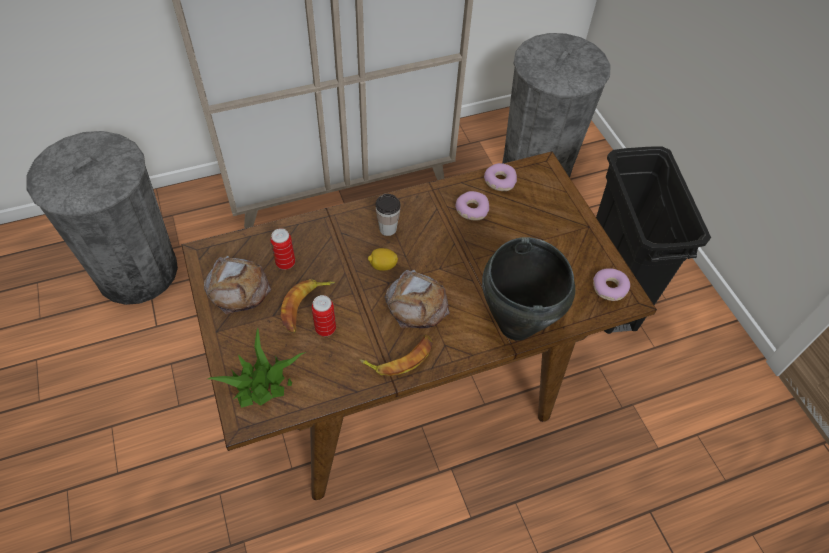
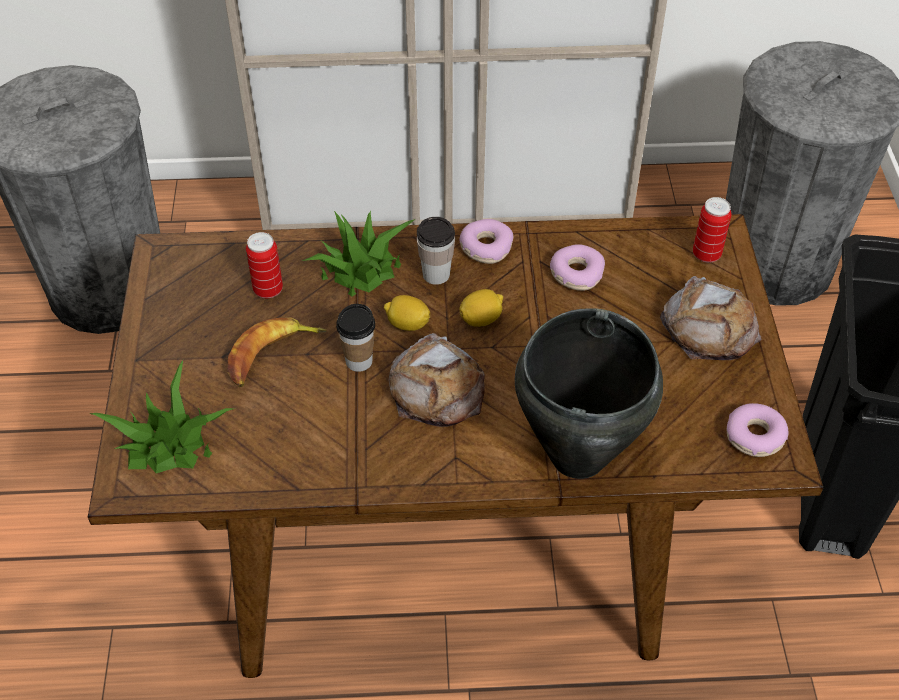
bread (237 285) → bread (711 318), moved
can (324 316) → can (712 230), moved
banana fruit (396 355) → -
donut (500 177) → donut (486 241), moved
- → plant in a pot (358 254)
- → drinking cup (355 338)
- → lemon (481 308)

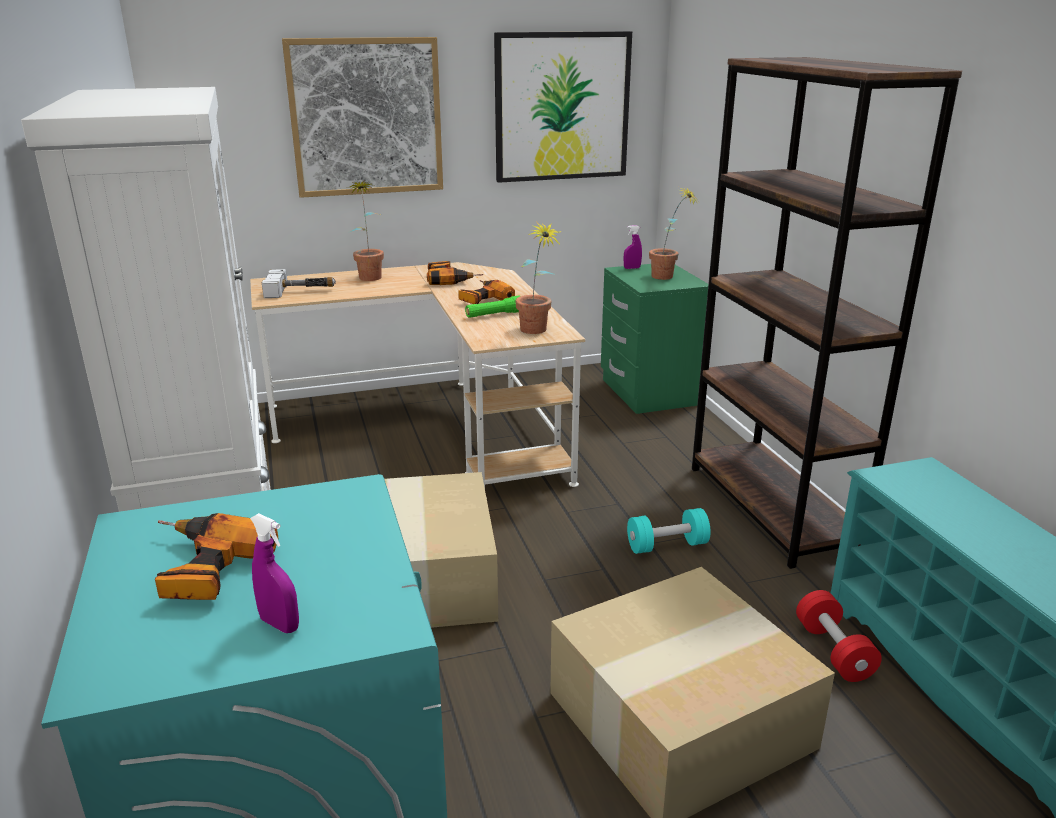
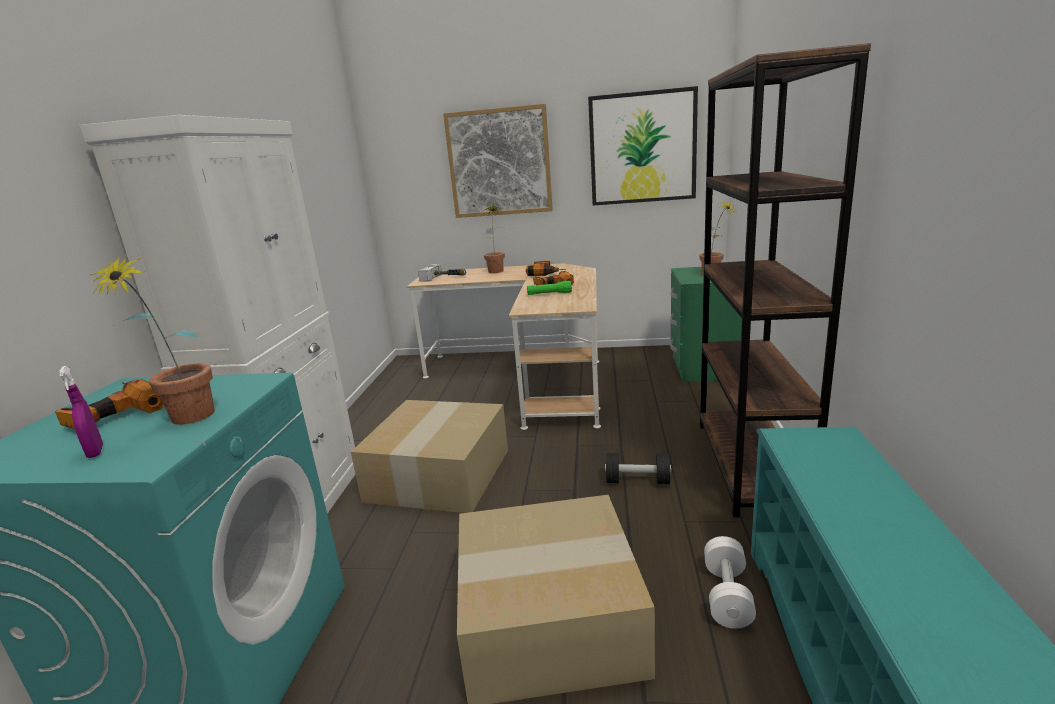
plant in a pot (538 277) → plant in a pot (153 339), moved
purple-coloured sprayer (633 247) → -
blue-green free weight (668 531) → black free weight (638 468)
red-coloured free weight (839 636) → white free weight (730 582)

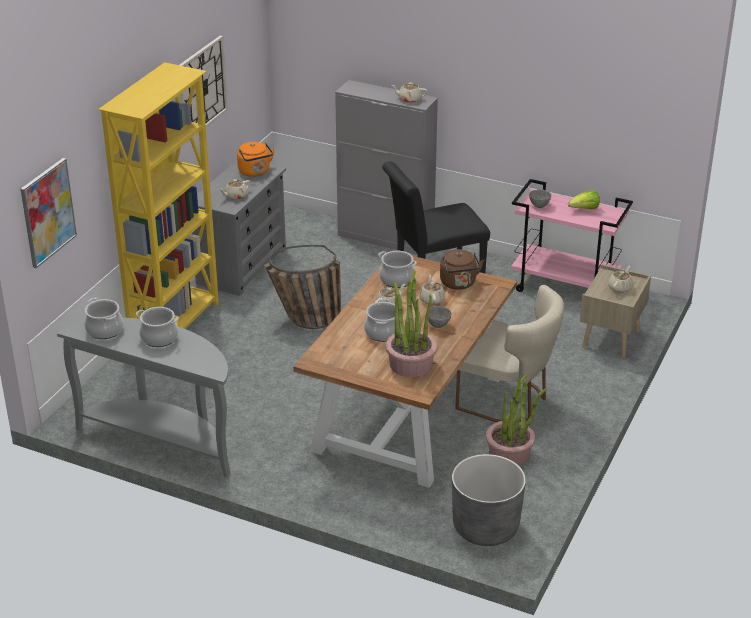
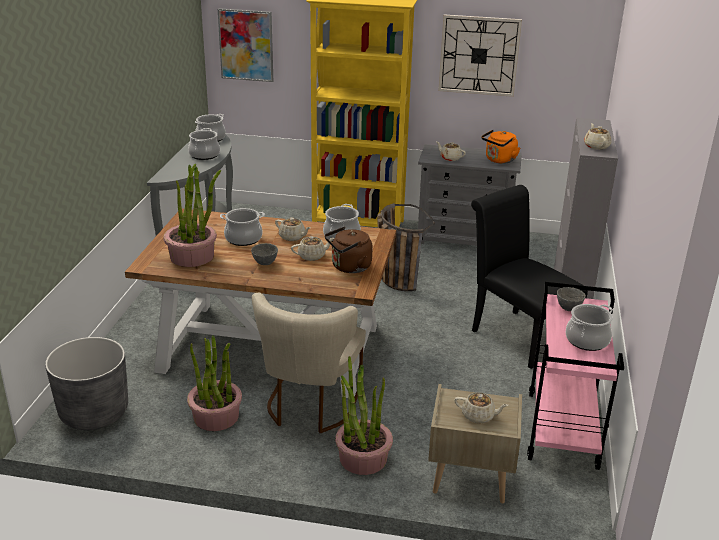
lettuce head (584 199) → saucepot (589 327)
- → plant in a pot (364 415)

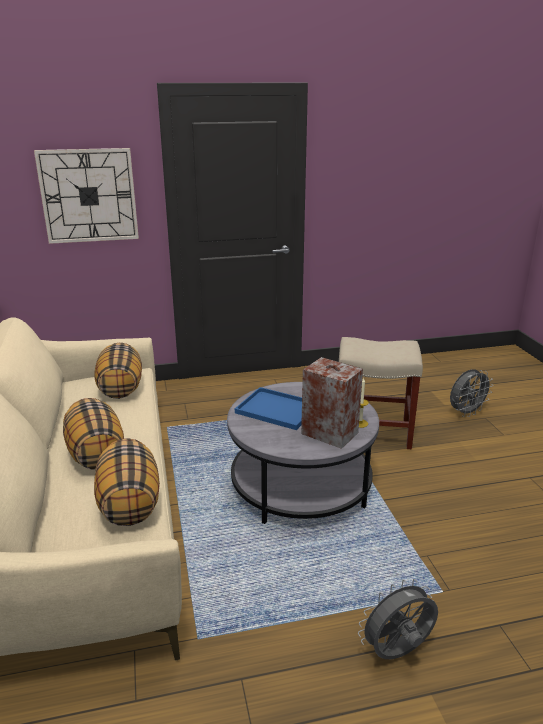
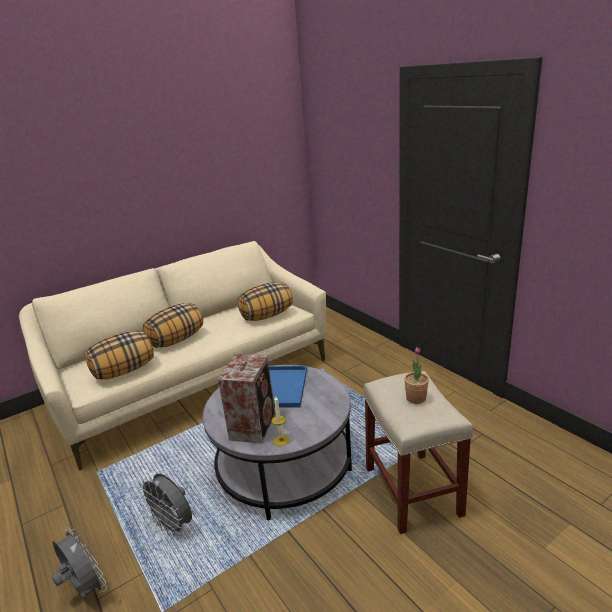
wall clock (86 196) → -
greyish fan (472 393) → greyish fan (165 505), moved
- → plant in a pot (416 375)

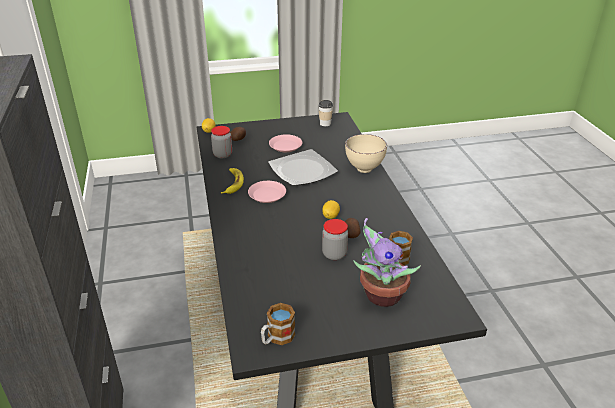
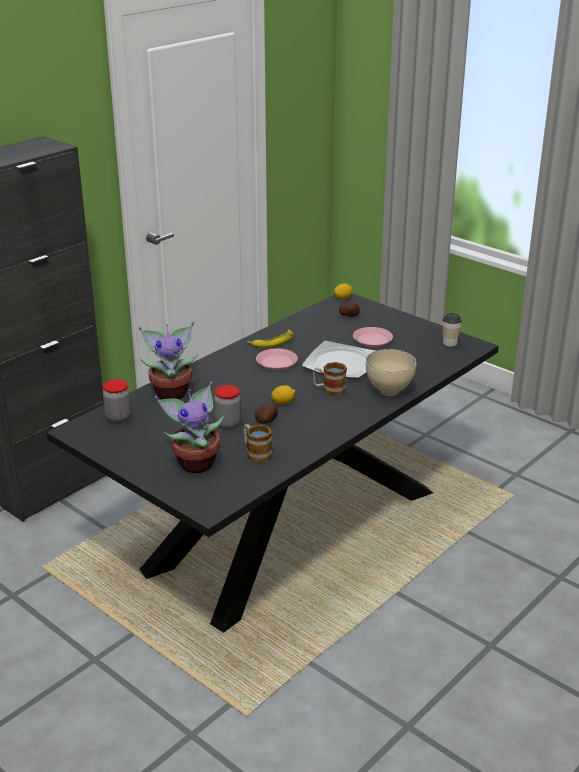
jar (221 142) → jar (117 400), moved
tea mug (278 324) → tea mug (330 379), moved
- → plant in a pot (168 360)

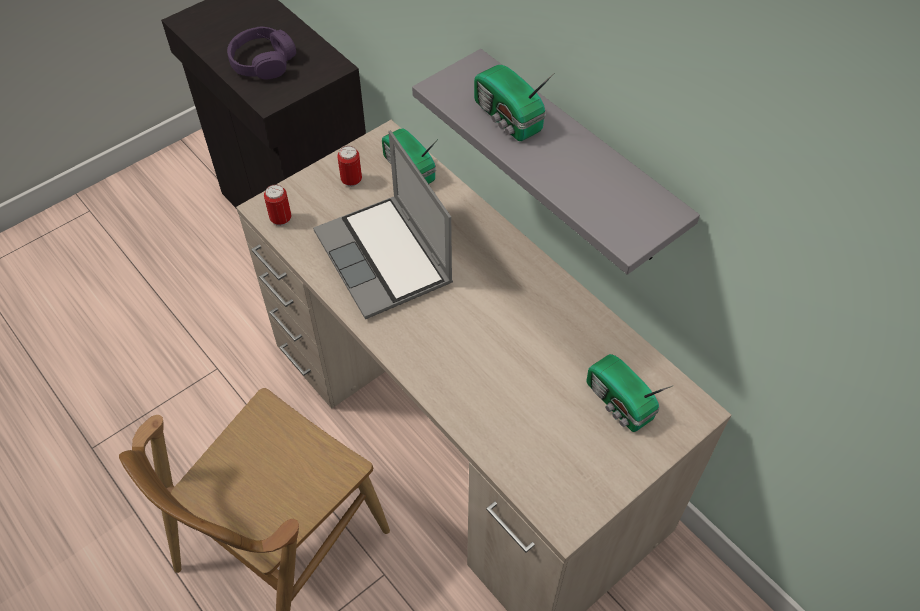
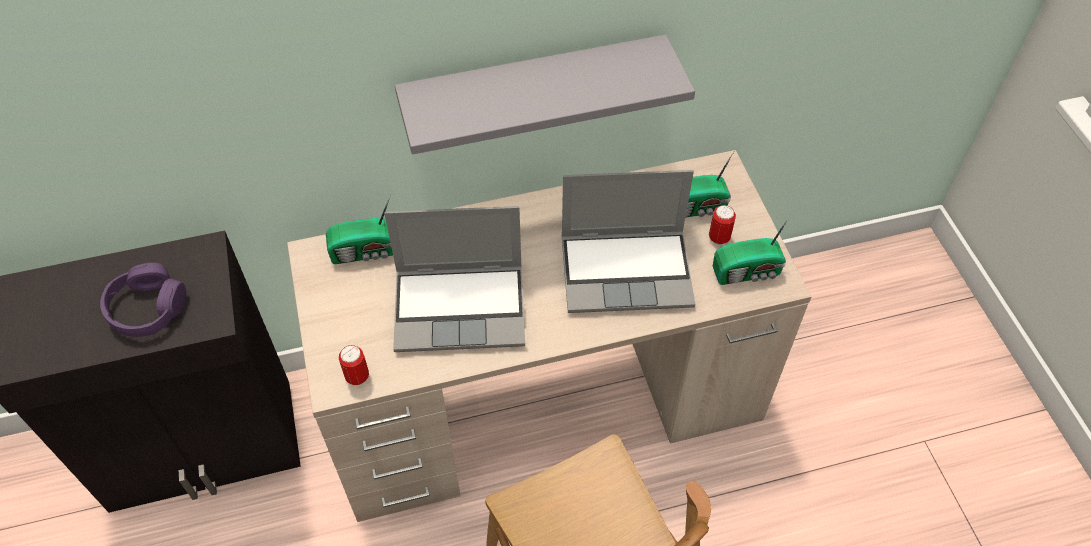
can (349 166) → can (722 225), moved
radio receiver (514 103) → radio receiver (752 249), moved
- → portable computer (628 241)

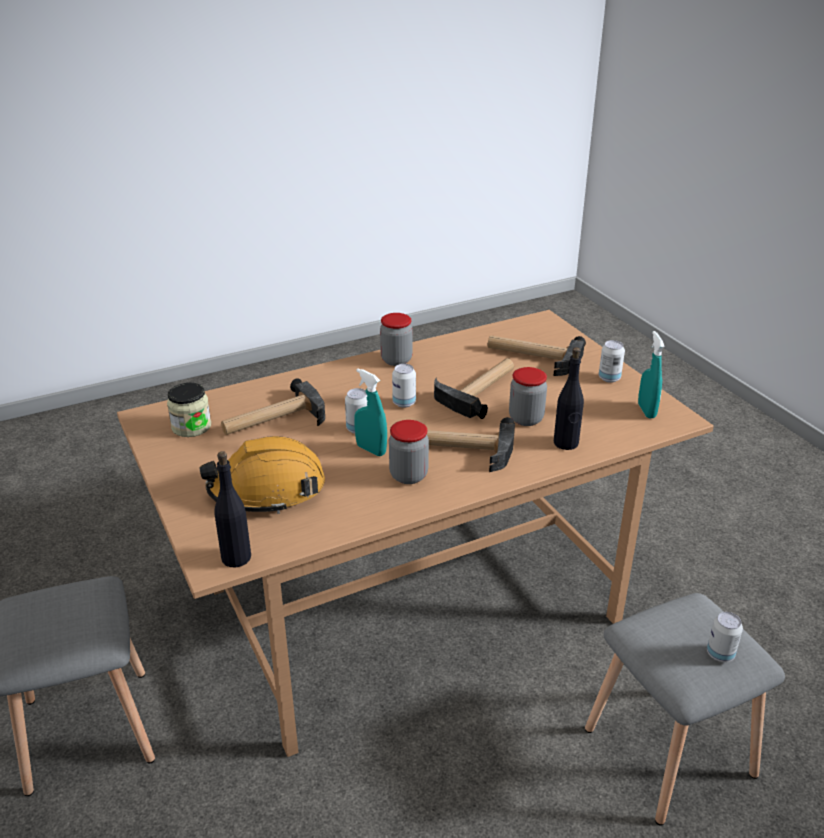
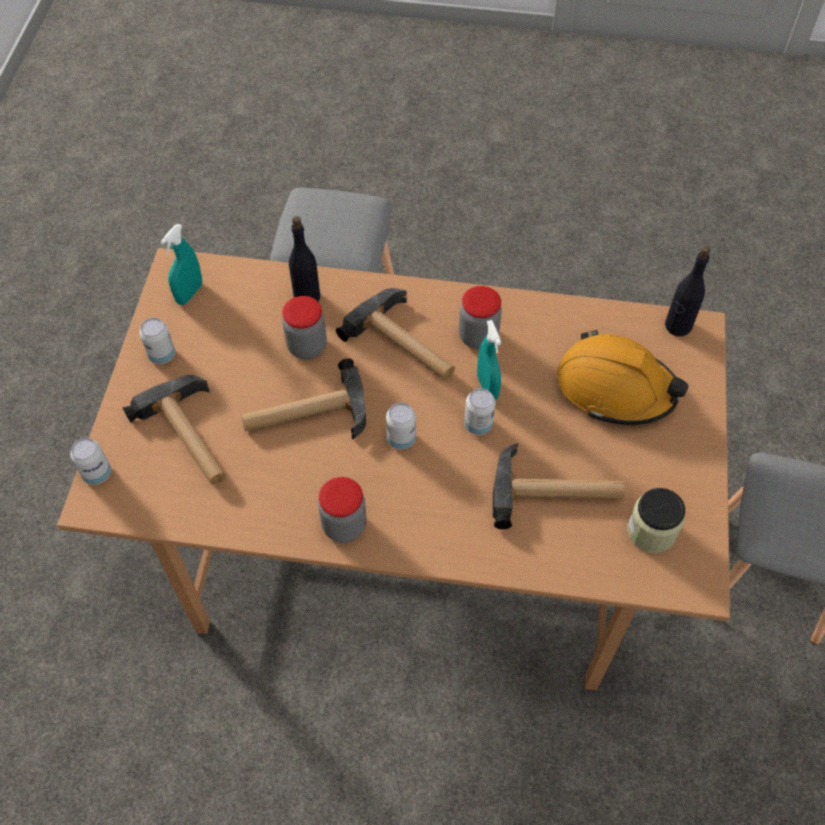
can (725 637) → can (90 461), moved

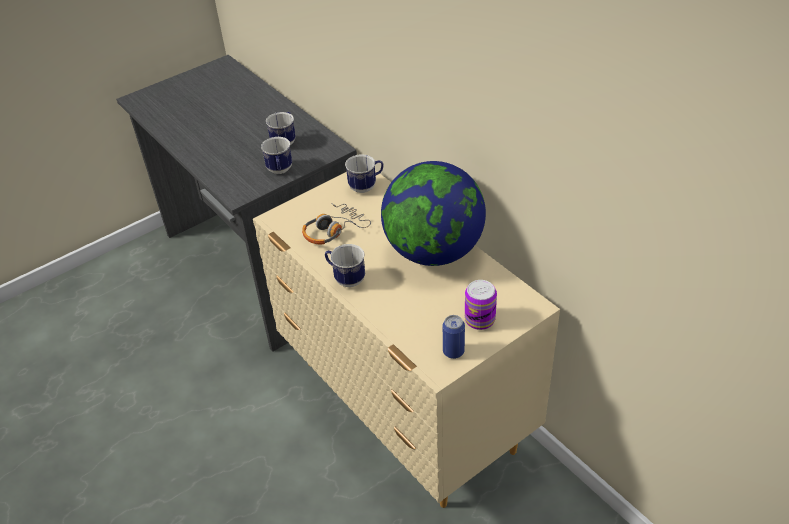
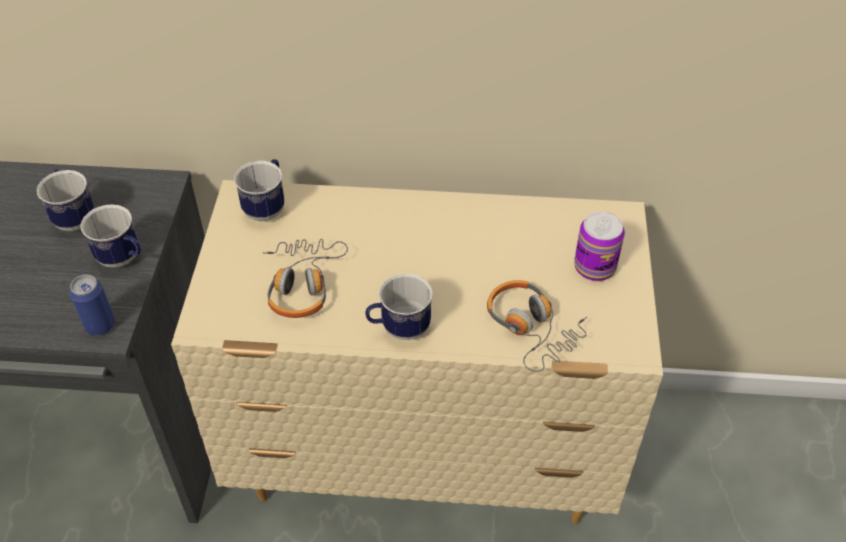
desk globe (433 213) → -
can (454 337) → can (92 305), moved
- → pair of headphones (537 326)

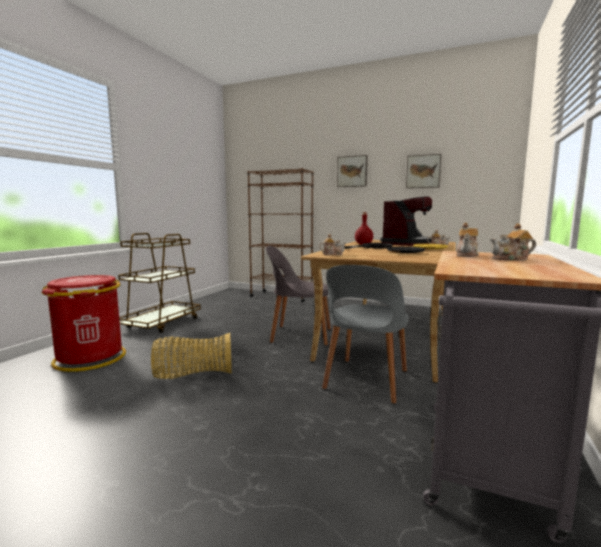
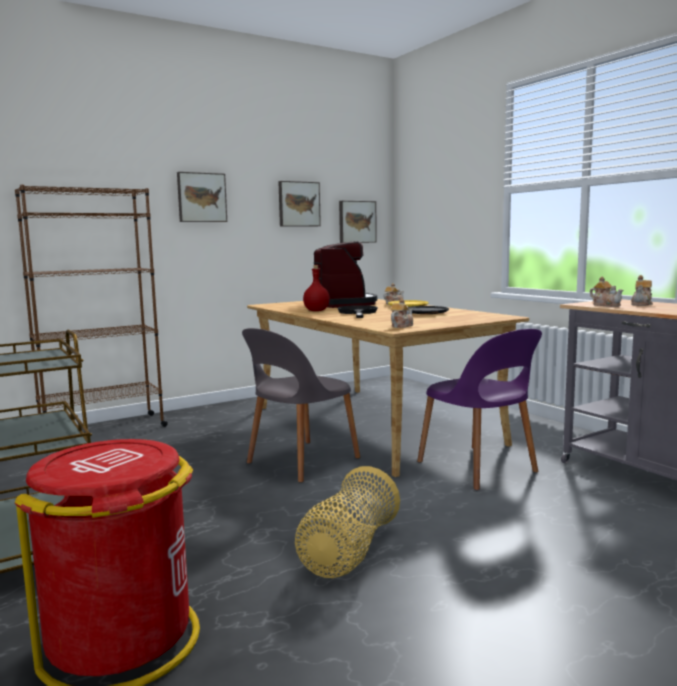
greyish chair (365 334) → purple-coloured chair (479 409)
- → picture (358 222)

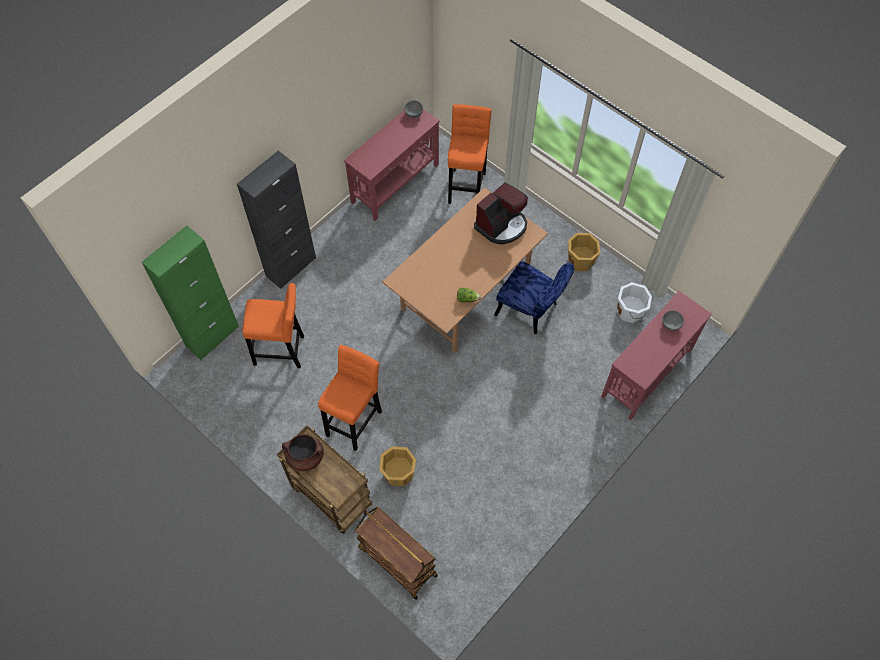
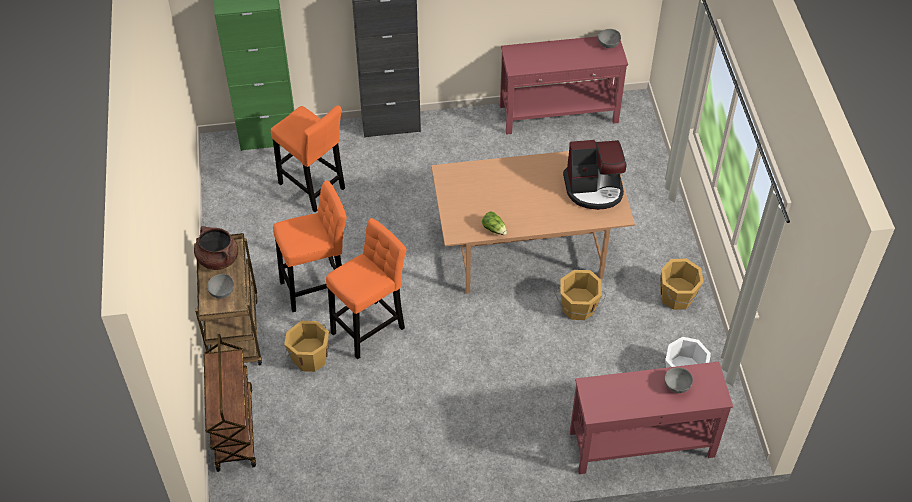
orange-coloured stool (470 154) → orange-coloured stool (366 288), moved
bluish chair (534 297) → orange-coloured bucket (580 295)
- → greyish deep dish (220 286)

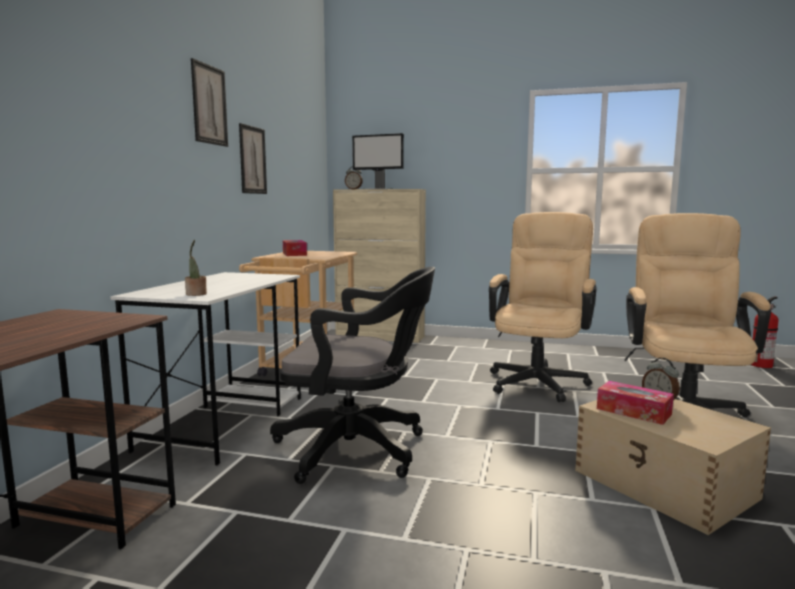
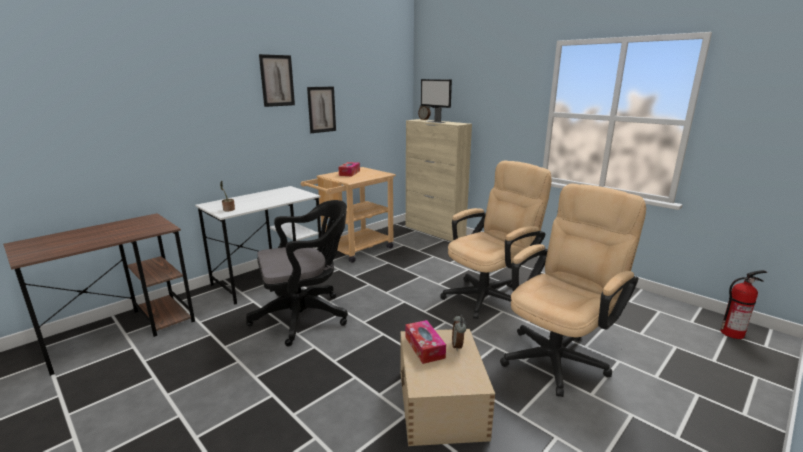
black computer chair (352 375) → black computer chair (297 273), 60 degrees counterclockwise

